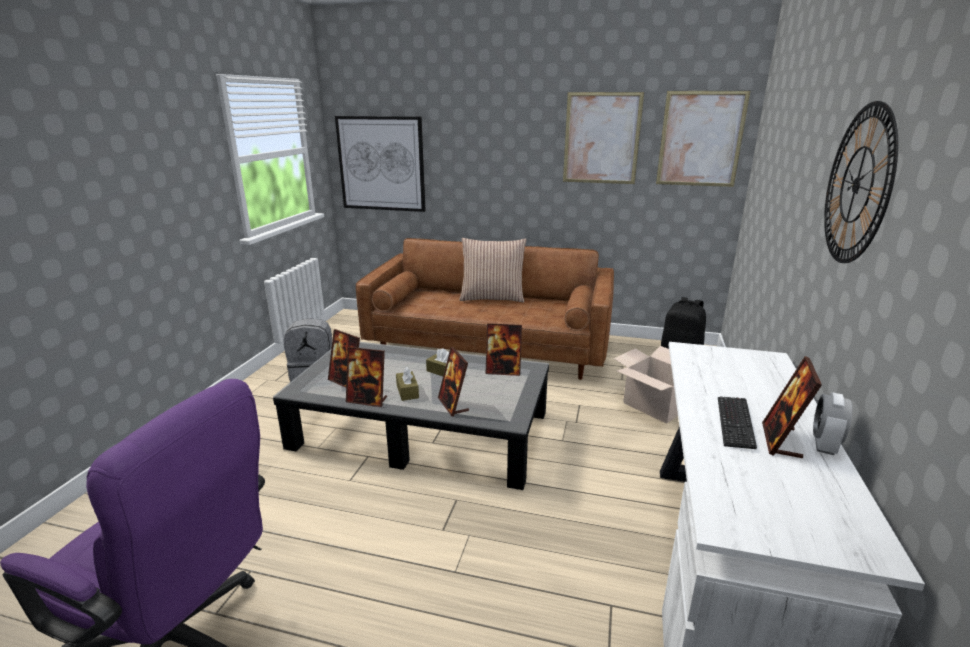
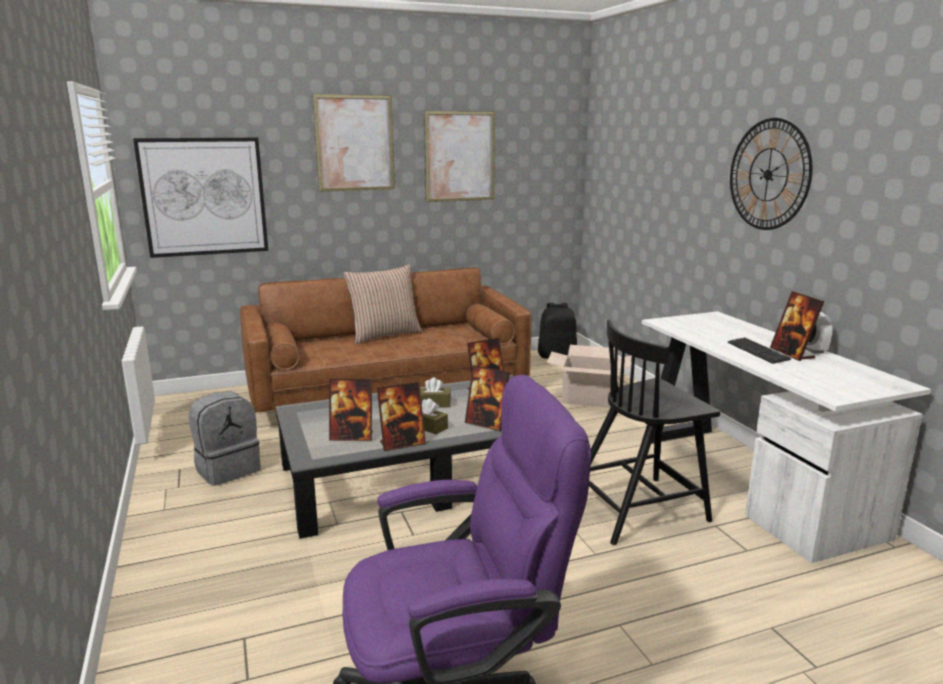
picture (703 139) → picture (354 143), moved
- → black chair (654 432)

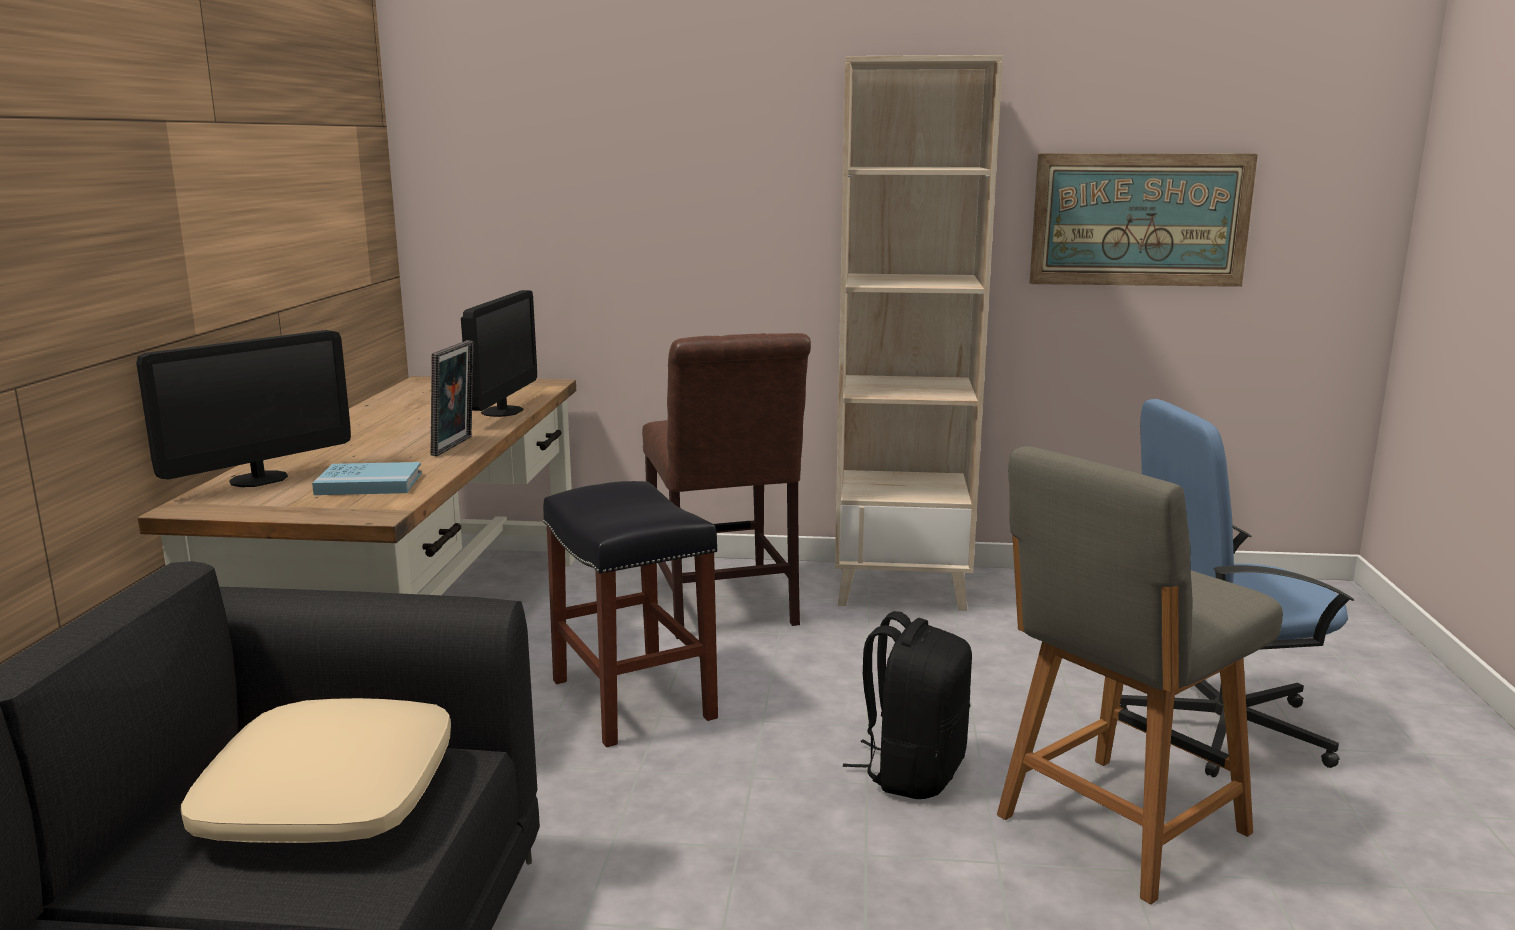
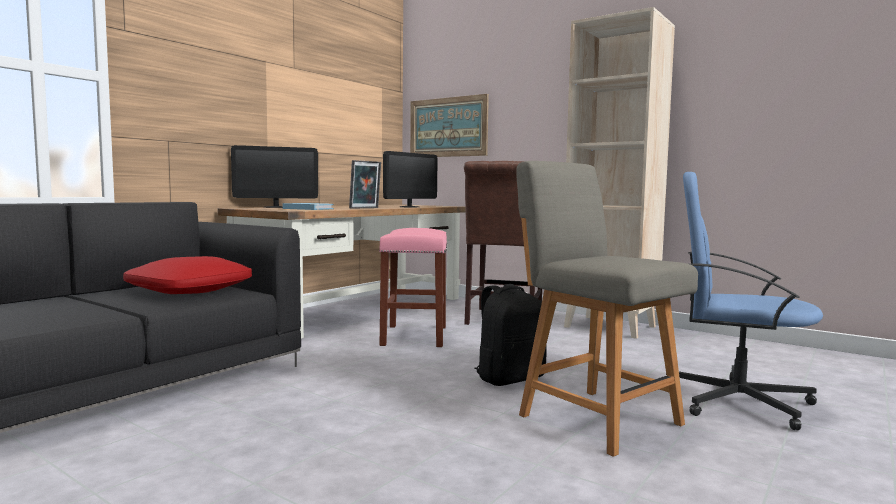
sand-coloured throw pillow (316 770) → red-coloured throw pillow (187 275)
black stool (630 614) → pink-coloured stool (413 287)
greyish chair (1140 675) → greyish chair (607 309), 60 degrees clockwise
picture (1143 220) → picture (449 125), moved

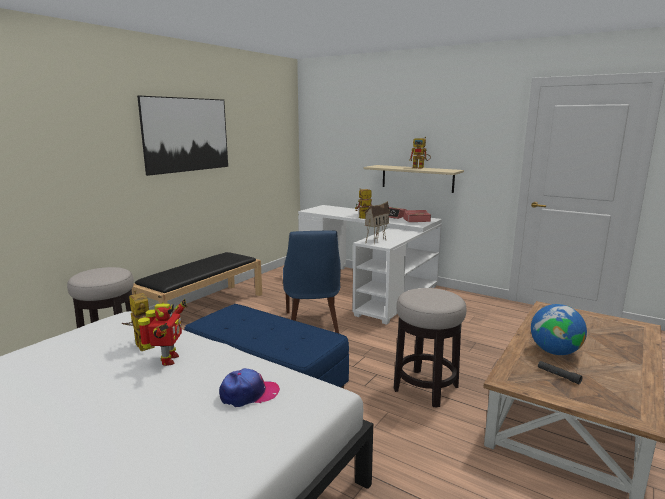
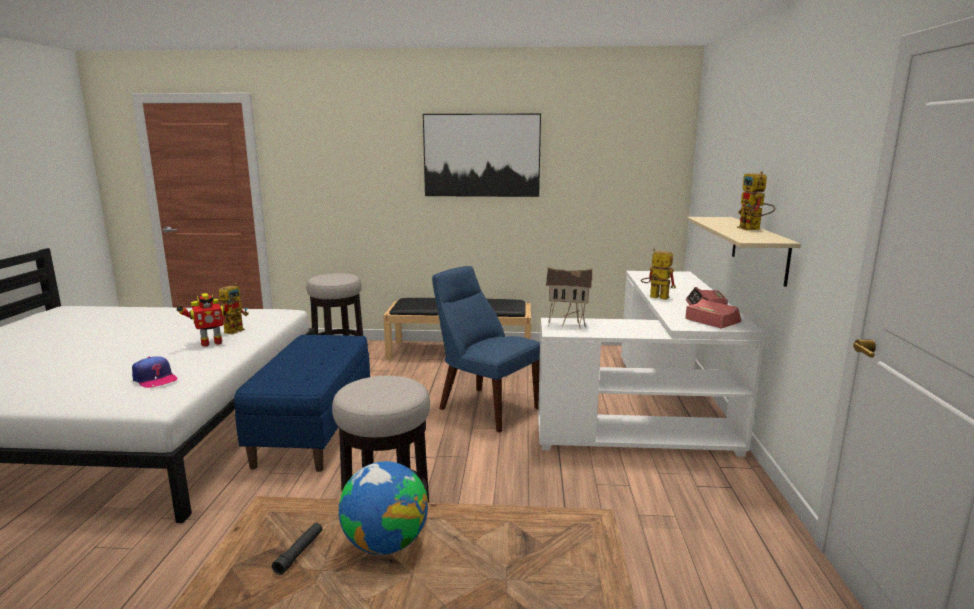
bluish chair (312 281) → bluish chair (486 349), 75 degrees clockwise

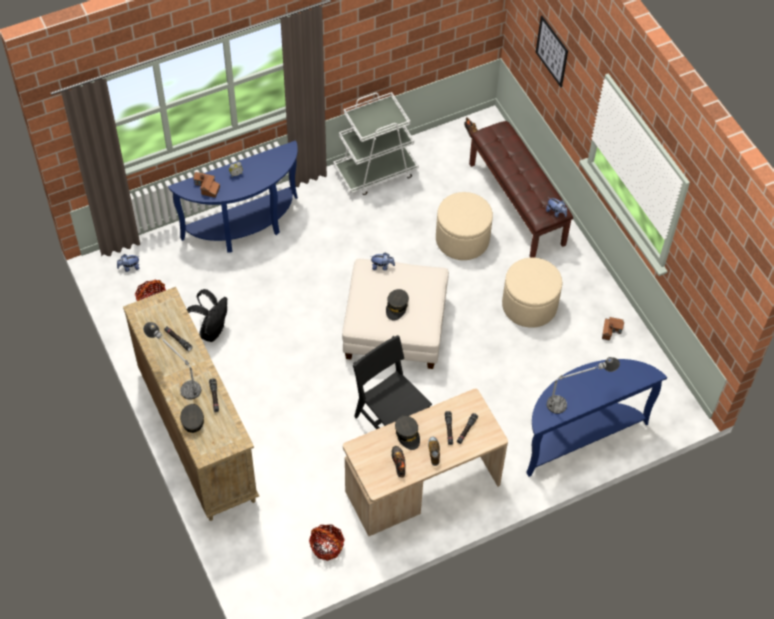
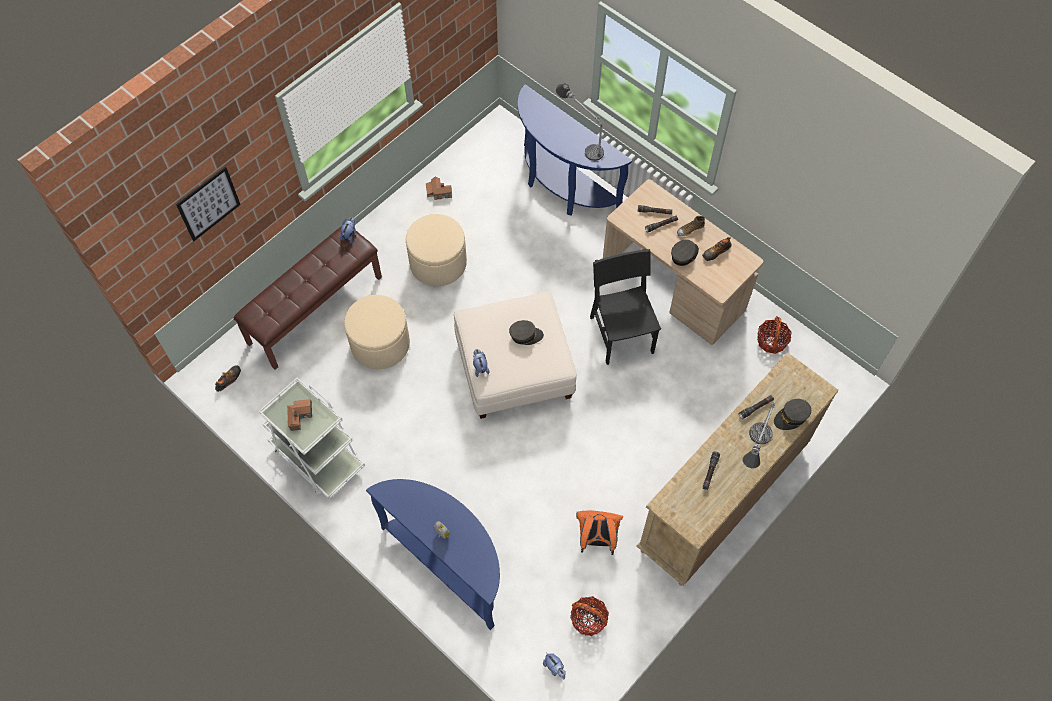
black knapsack (207 315) → orange-coloured knapsack (599 532)
miniature house (206 185) → miniature house (299 415), moved
black chair (392 382) → black chair (625 307), 135 degrees clockwise

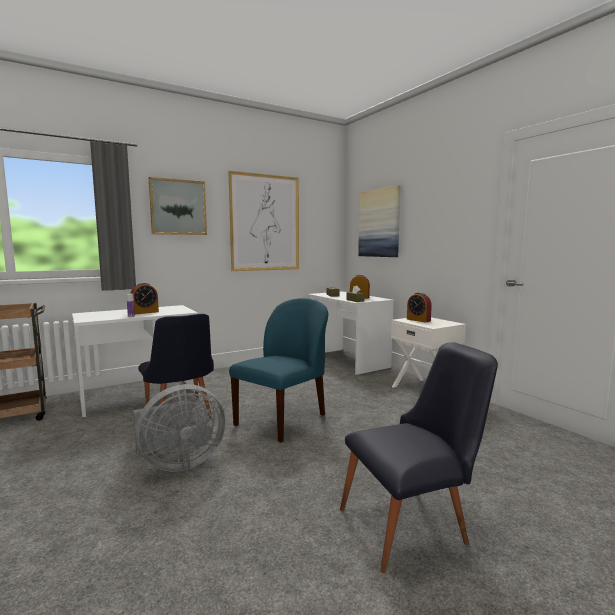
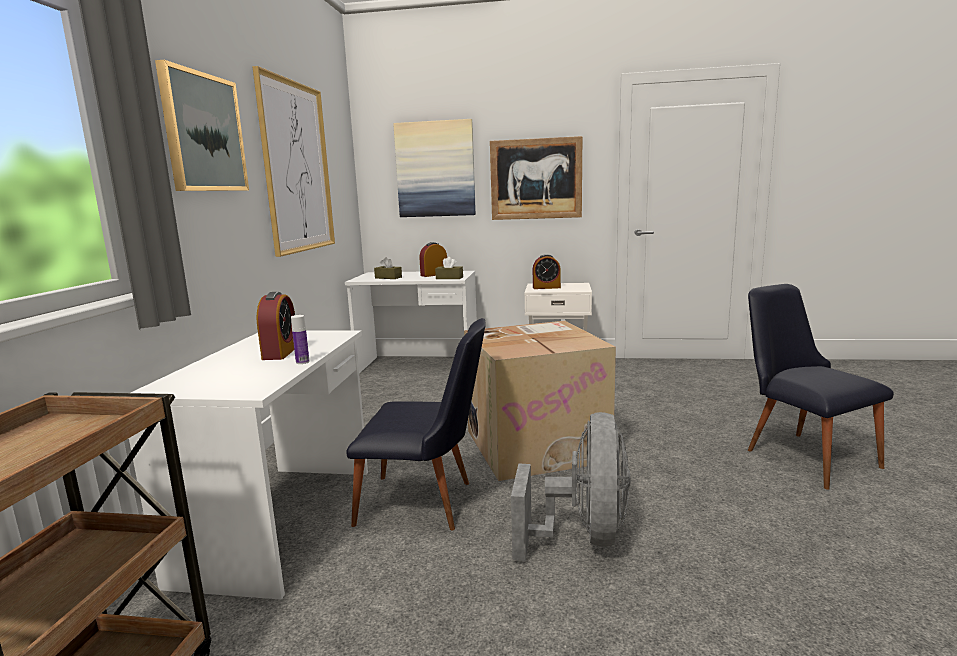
bluish chair (278 370) → carton (540 401)
black chair (419 457) → black chair (821 387), 45 degrees counterclockwise
- → picture (536 178)

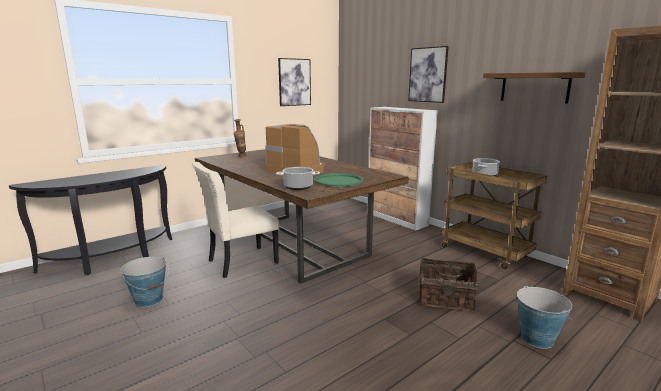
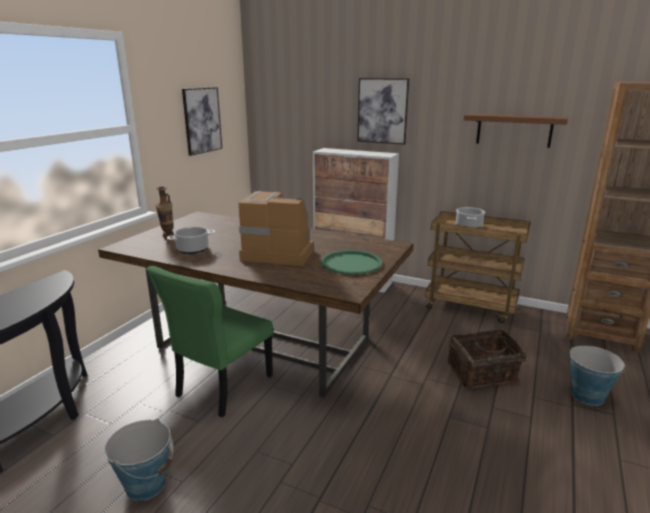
sand-coloured chair (235 220) → green chair (210 342)
saucepot (298 178) → saucepot (191 240), moved

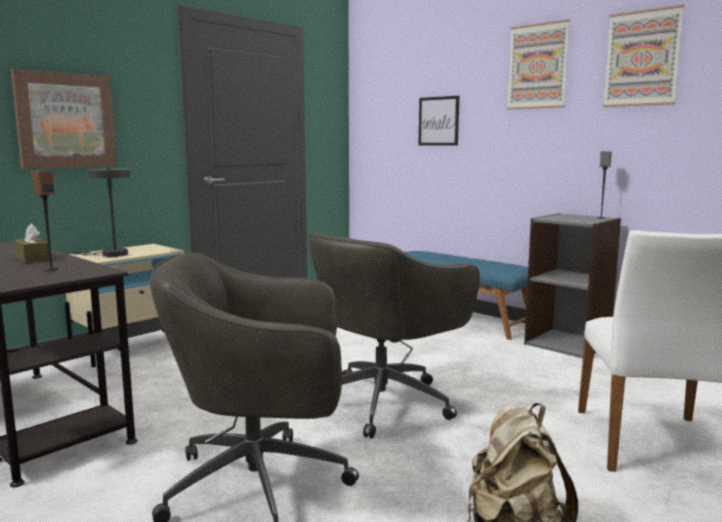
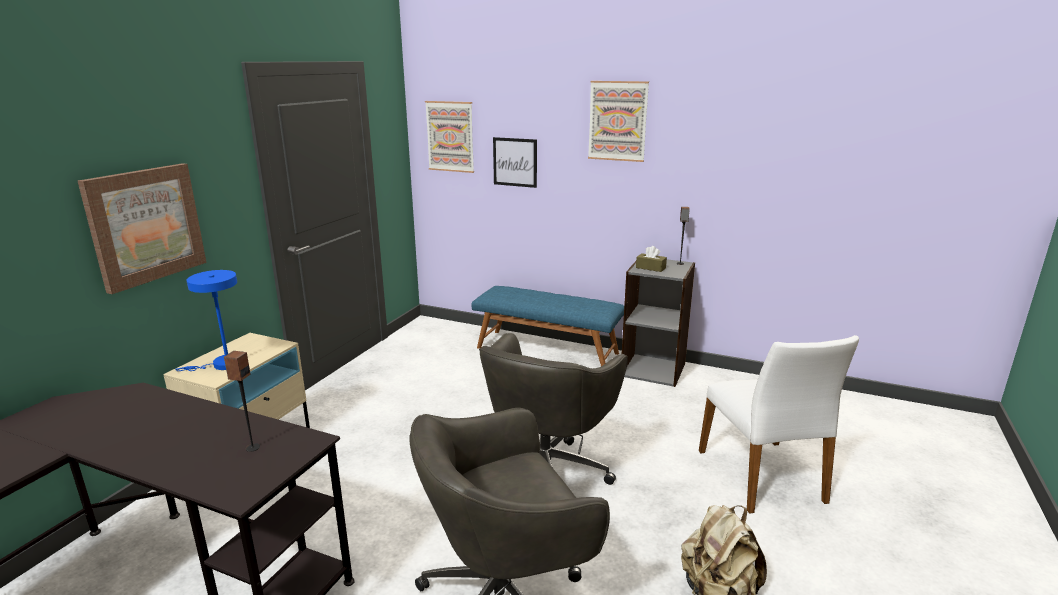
brown tissue box (32 243) → brown tissue box (651 259), moved
greyish lamp for a table (101 212) → bluish lamp for a table (206 320)
picture (643 56) → picture (449 137), moved

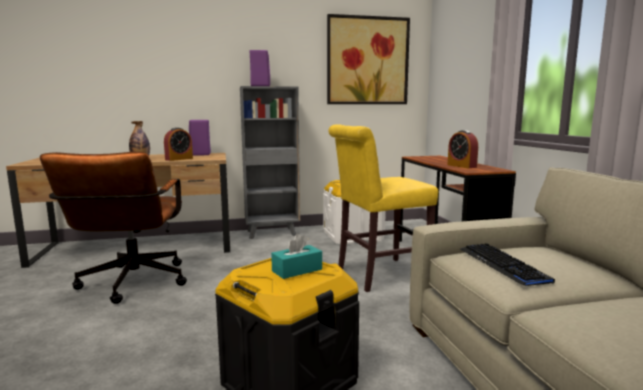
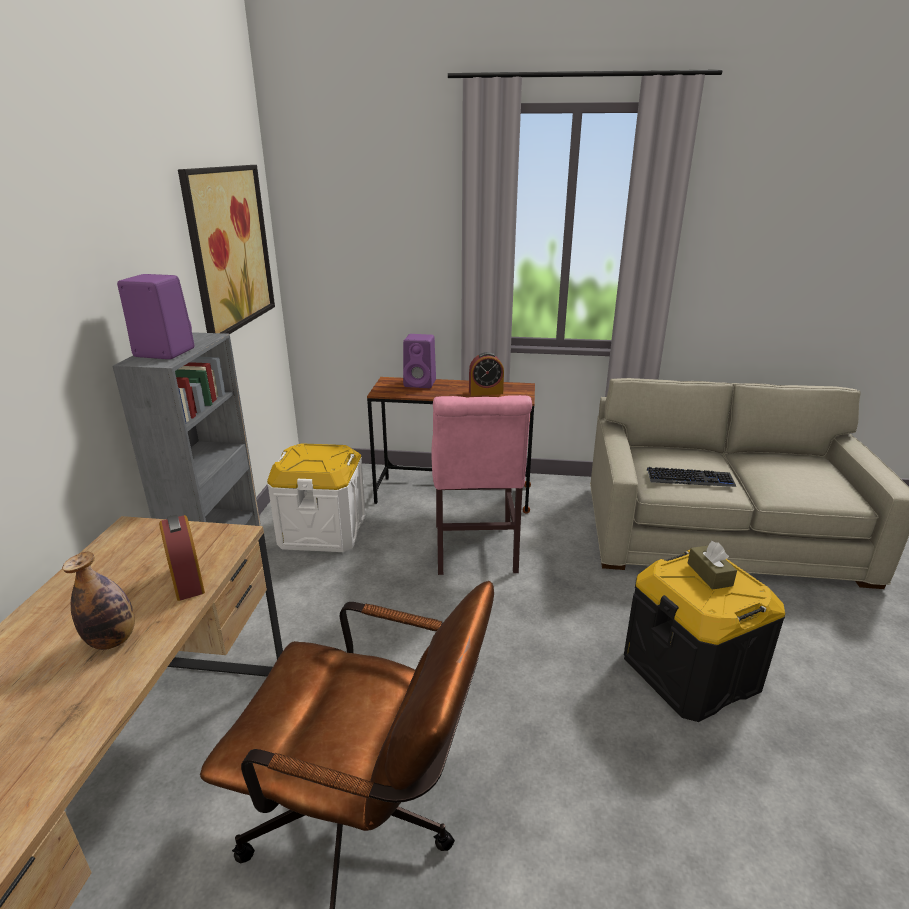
purple-coloured audio speaker (200 138) → purple-coloured audio speaker (419 361), moved
blue-green tissue box (296 256) → brown tissue box (712 565)
yellow-coloured chair (383 208) → pink-coloured chair (482 485)

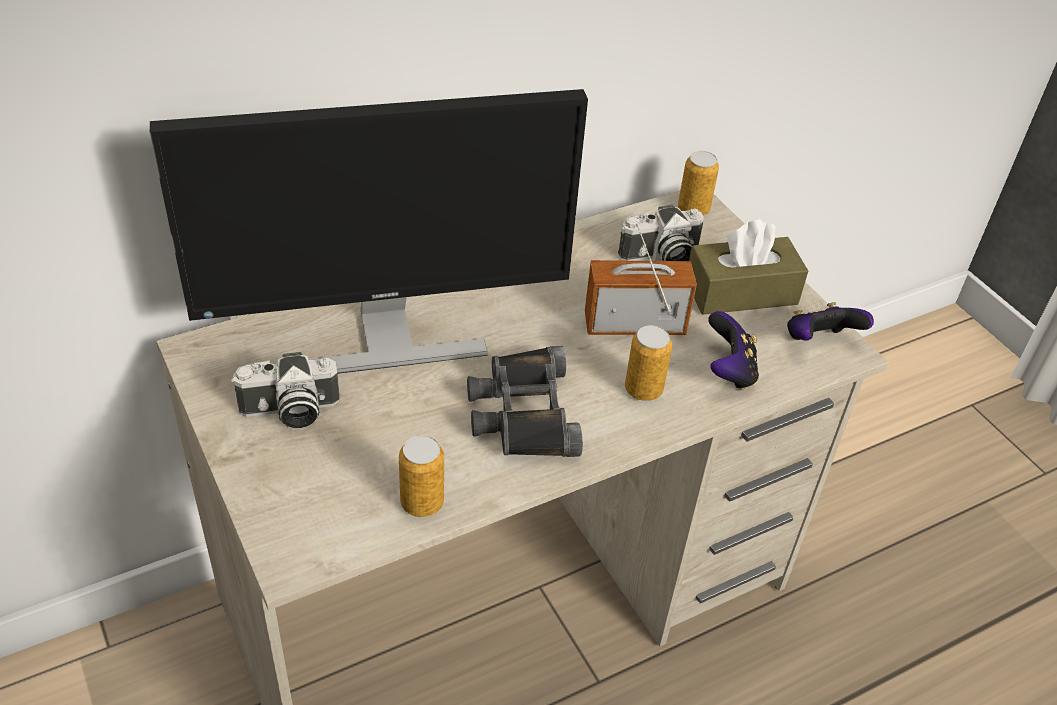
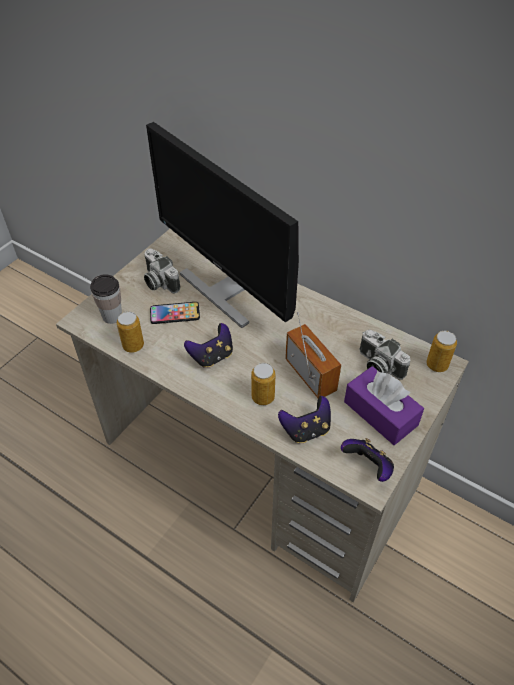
black binoculars (525 401) → joypad (208 345)
brown tissue box (748 267) → purple-coloured tissue box (384 405)
- → drinking cup (106 299)
- → phone (175 313)

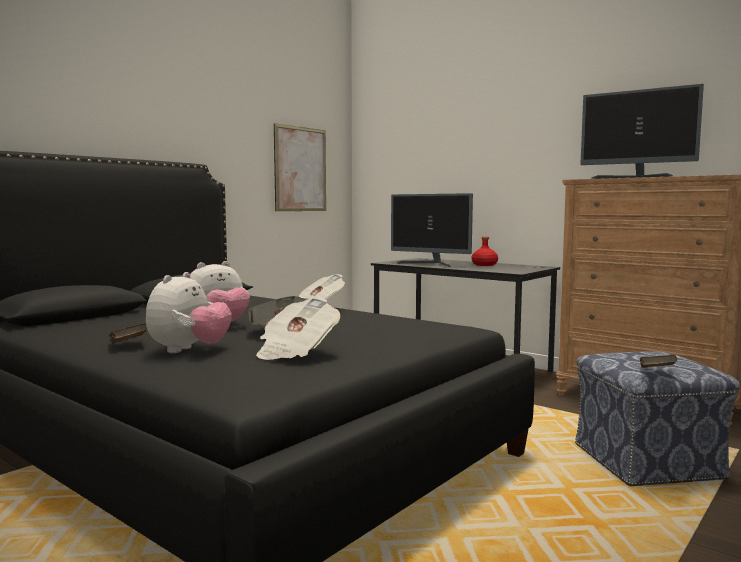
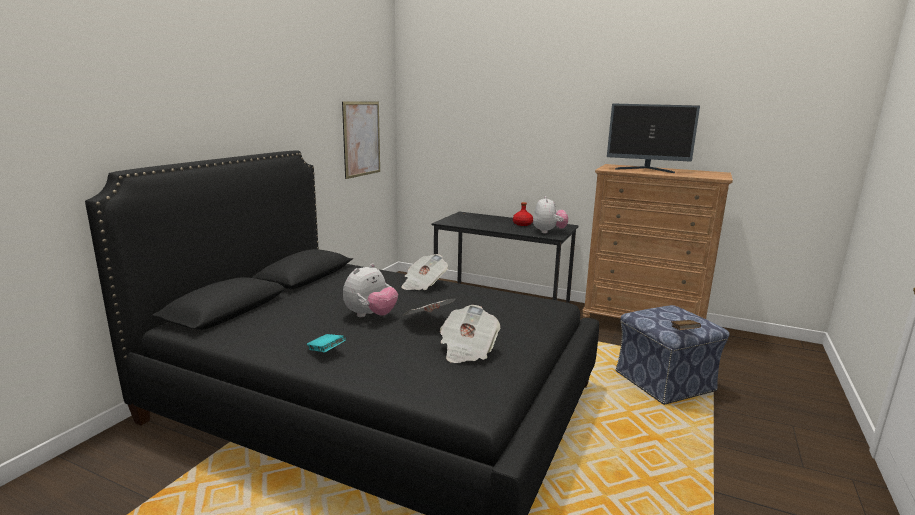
brown bound book (128 333) → blue-green bound book (326 343)
cuddly toy (189 312) → cuddly toy (550 214), moved
monitor (432 230) → -

